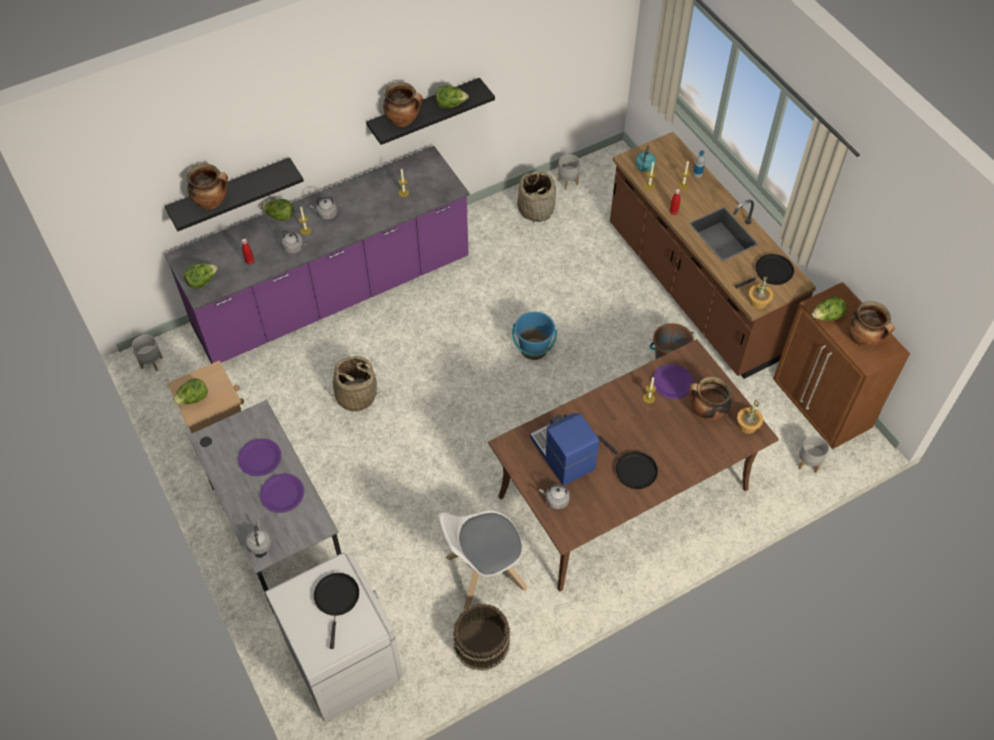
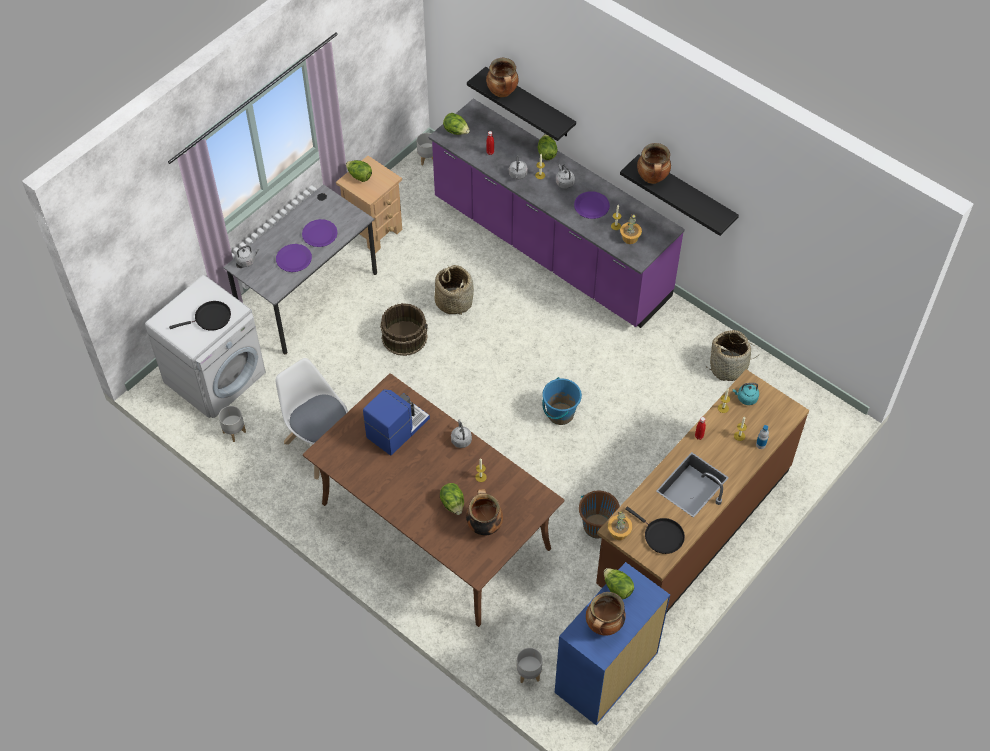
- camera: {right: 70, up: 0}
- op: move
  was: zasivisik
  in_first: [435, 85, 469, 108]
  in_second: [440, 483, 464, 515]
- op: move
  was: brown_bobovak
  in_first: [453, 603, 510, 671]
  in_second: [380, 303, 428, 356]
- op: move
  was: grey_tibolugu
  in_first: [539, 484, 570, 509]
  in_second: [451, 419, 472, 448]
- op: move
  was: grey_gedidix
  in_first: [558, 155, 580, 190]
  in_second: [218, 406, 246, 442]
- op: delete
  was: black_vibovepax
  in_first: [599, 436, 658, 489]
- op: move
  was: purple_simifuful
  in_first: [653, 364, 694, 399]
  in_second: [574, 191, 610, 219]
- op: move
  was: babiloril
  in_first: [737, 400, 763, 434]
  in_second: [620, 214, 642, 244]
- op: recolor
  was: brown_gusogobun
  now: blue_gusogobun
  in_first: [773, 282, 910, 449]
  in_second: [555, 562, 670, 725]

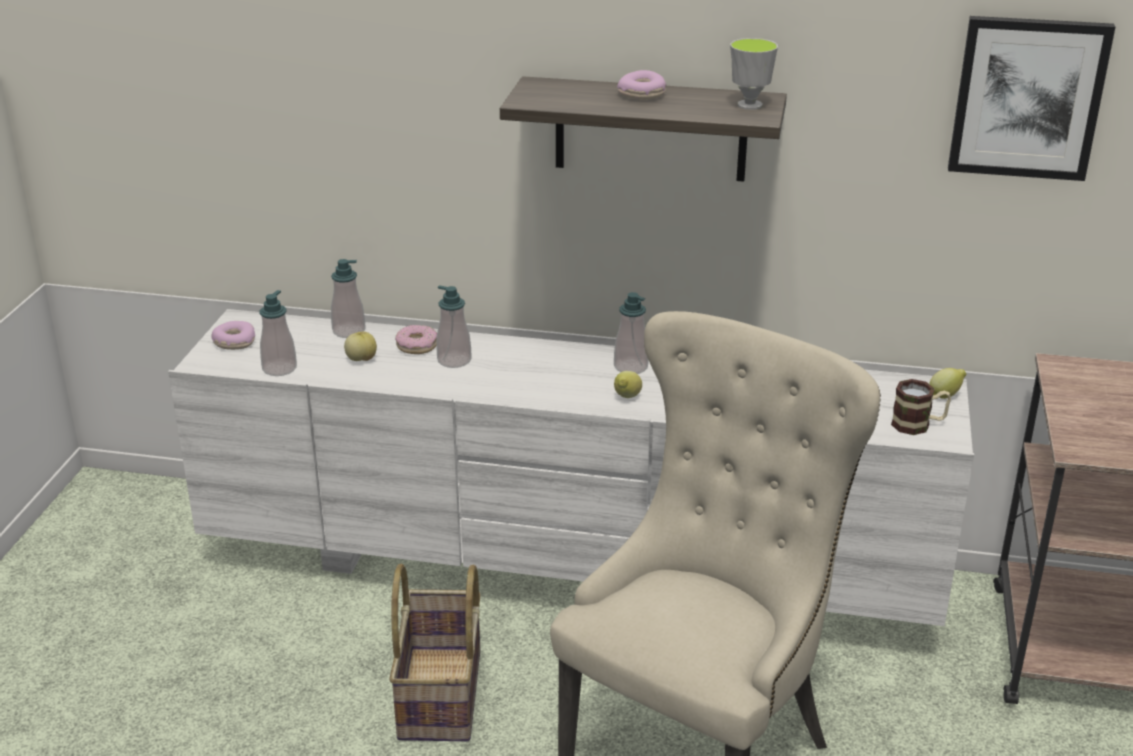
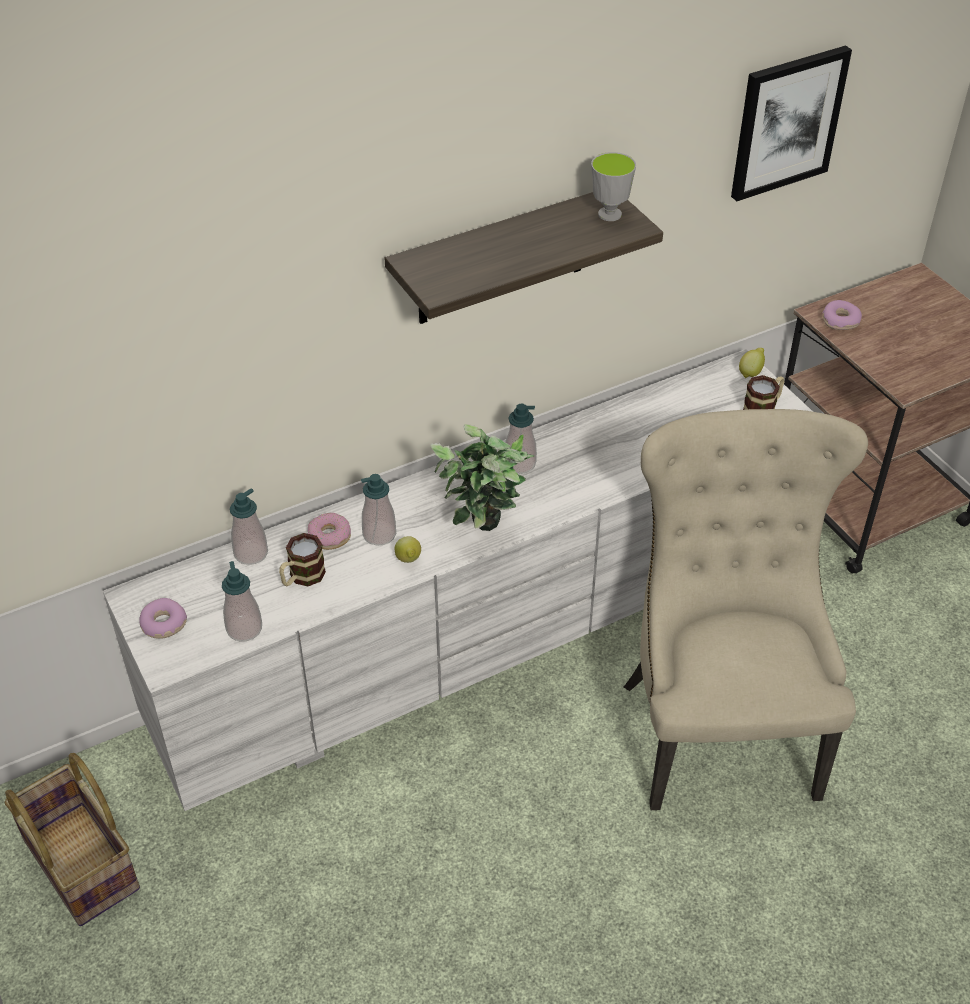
- camera: {right: -40, up: 15}
- op: replace
  was: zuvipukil
  now: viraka
  in_first: [344, 332, 377, 361]
  in_second: [279, 533, 326, 587]
- op: move
  was: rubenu
  in_first: [389, 564, 481, 741]
  in_second: [5, 753, 140, 926]
- op: move
  was: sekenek
  in_first: [614, 371, 642, 398]
  in_second: [394, 536, 421, 563]
- op: move
  was: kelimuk
  in_first: [617, 70, 666, 100]
  in_second: [822, 300, 862, 330]
- op: insert
  now: babiloril
  in_second: [430, 424, 535, 531]

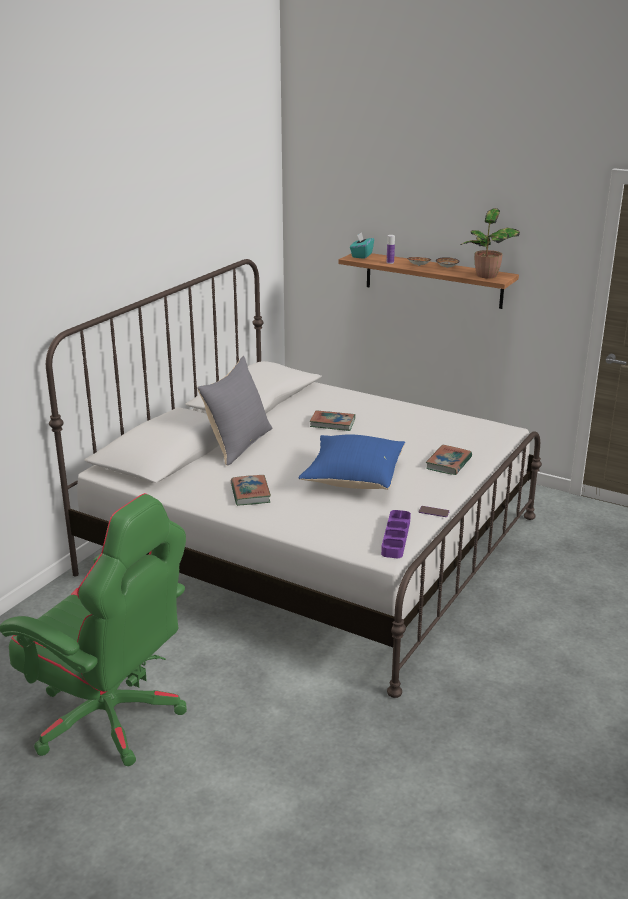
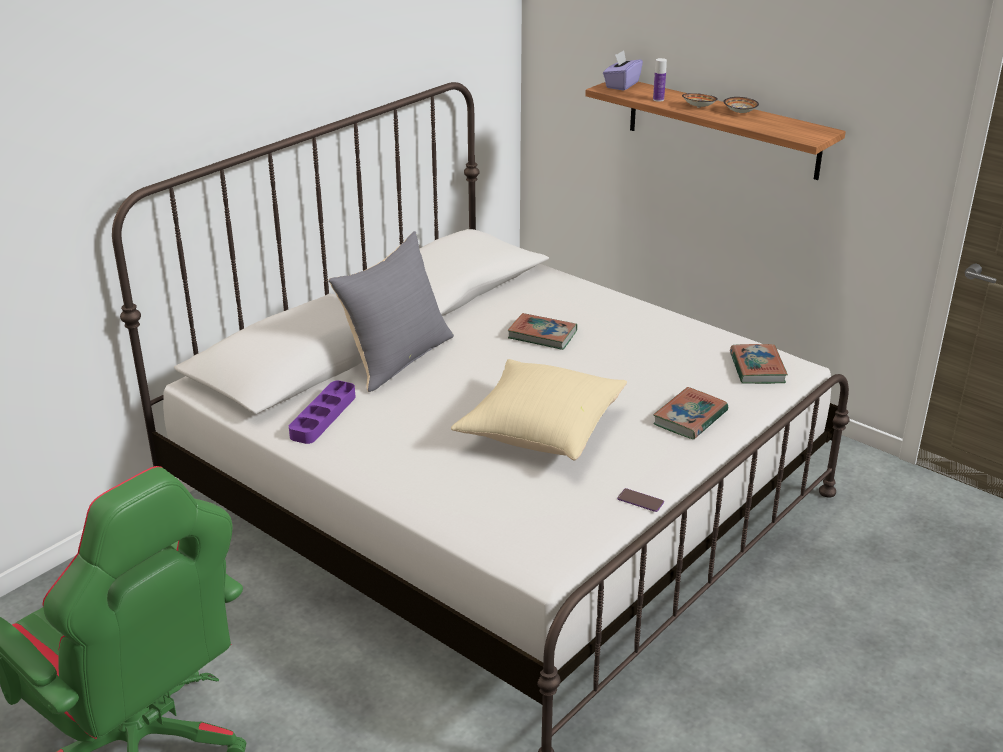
- camera: {right: 10, up: 5}
- op: move
  was: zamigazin
  in_first: [231, 475, 271, 506]
  in_second: [730, 344, 788, 384]
- op: recolor
  was: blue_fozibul
  now: beige_fozibul
  in_first: [299, 434, 405, 490]
  in_second: [451, 359, 627, 460]
- op: recolor
  was: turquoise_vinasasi
  now: purple_vinasasi
  in_first: [350, 232, 374, 259]
  in_second: [603, 50, 643, 91]
- op: move
  was: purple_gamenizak
  in_first: [381, 510, 411, 558]
  in_second: [289, 380, 356, 444]
- op: delete
  was: babiloril
  in_first: [460, 208, 520, 278]

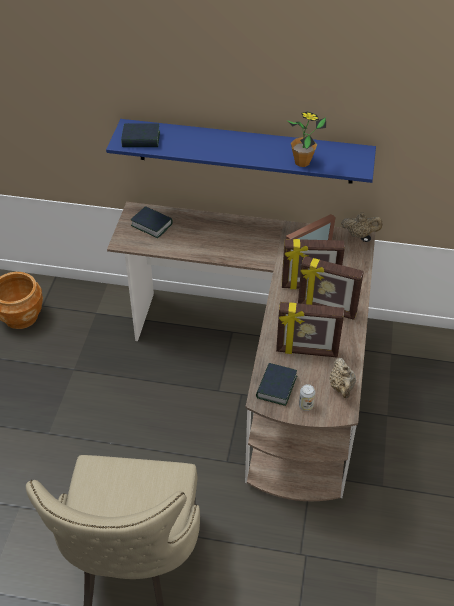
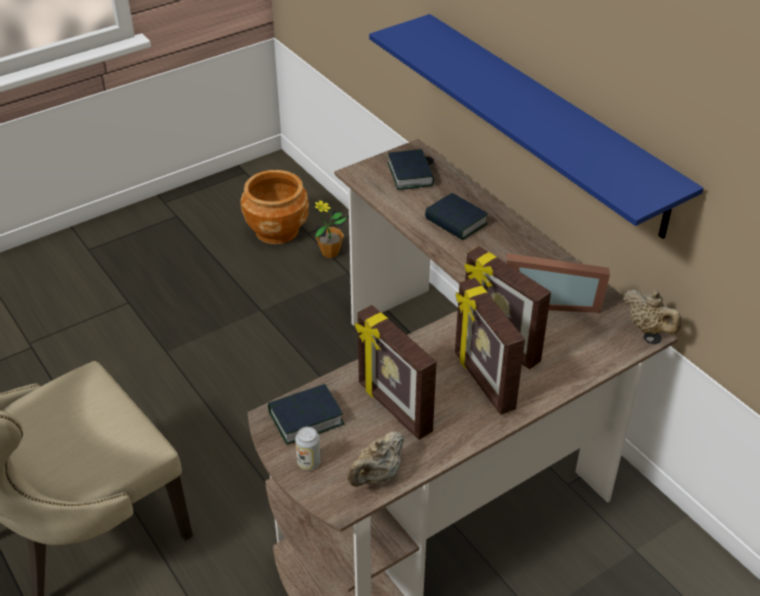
- camera: {right: 45, up: -5}
- op: move
  was: zamigazin
  in_first: [121, 123, 160, 147]
  in_second: [425, 193, 488, 240]
- op: move
  was: babiloril
  in_first: [286, 112, 326, 167]
  in_second: [313, 200, 347, 258]

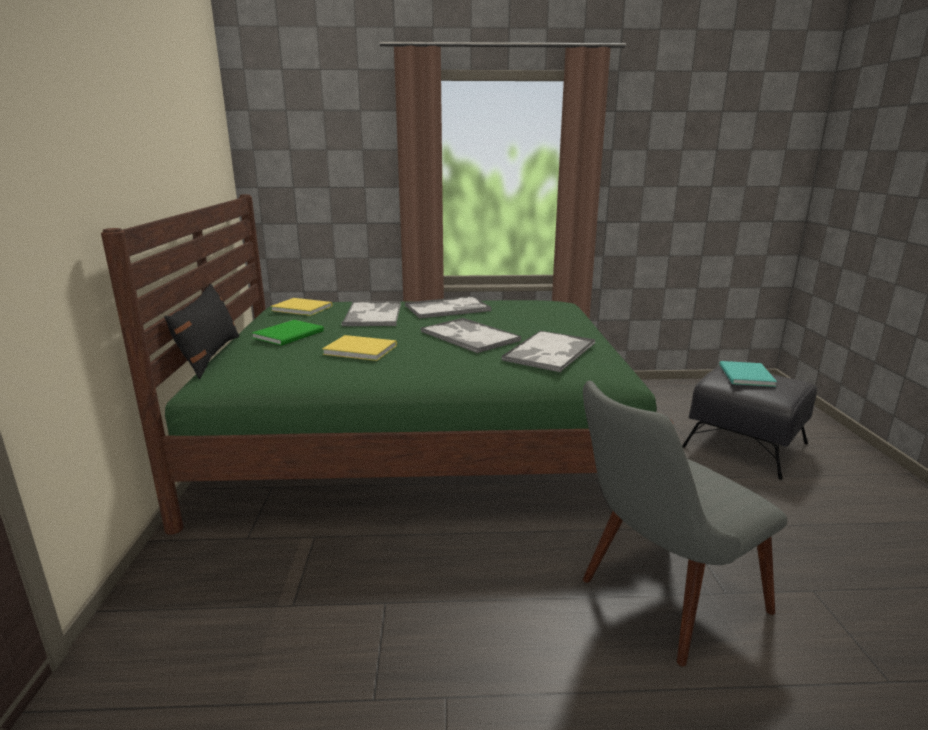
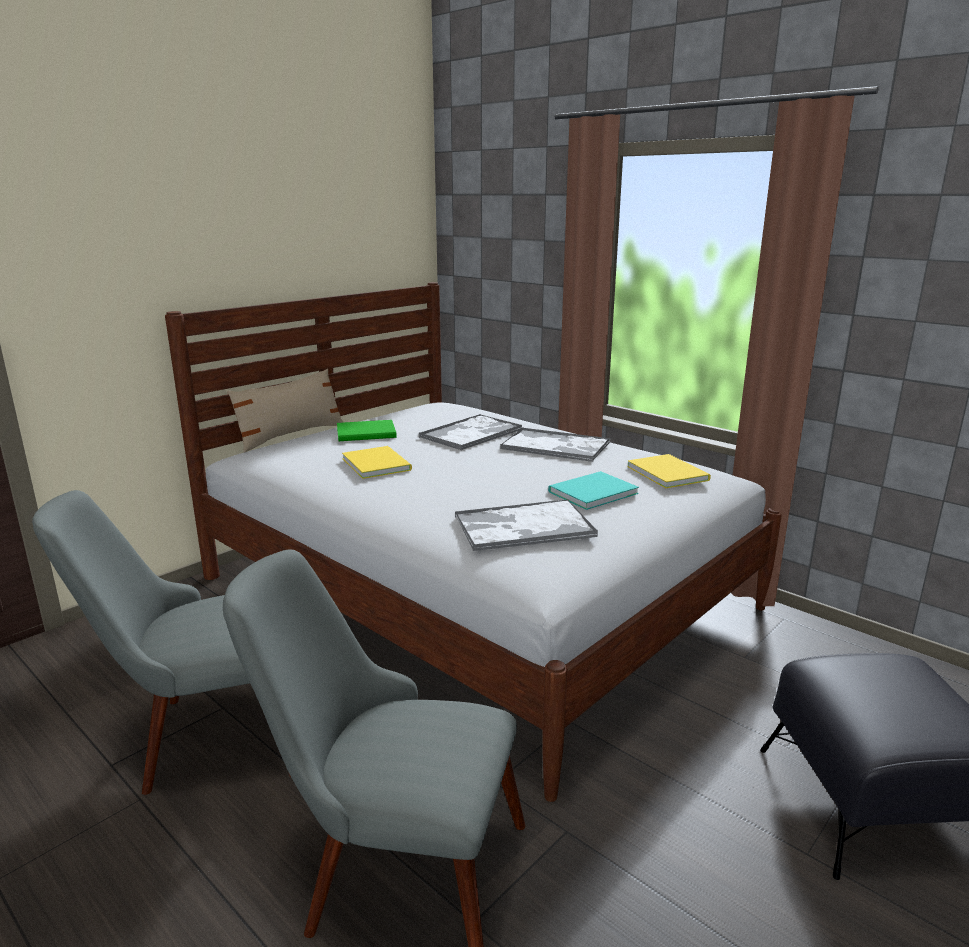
- camera: {right: 45, up: 0}
- op: recolor
  was: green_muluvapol
  now: white_muluvapol
  in_first: [101, 194, 674, 535]
  in_second: [165, 282, 782, 802]
- op: recolor
  was: black_fozibul
  now: beige_fozibul
  in_first: [164, 284, 240, 379]
  in_second: [227, 369, 343, 453]
- op: move
  was: yellow_zamigazin
  in_first: [271, 298, 332, 316]
  in_second: [627, 454, 711, 488]
- op: delete
  was: gamenizak
  in_first: [421, 318, 521, 353]
- op: move
  was: turquoise_zamigazin
  in_first: [719, 361, 777, 387]
  in_second: [548, 471, 639, 510]
- op: insert
  now: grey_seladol
  in_second: [32, 490, 291, 795]

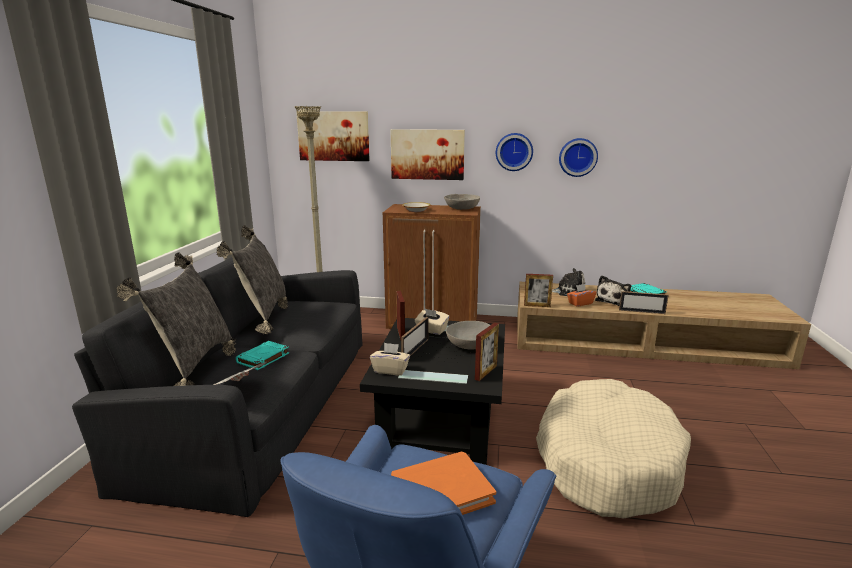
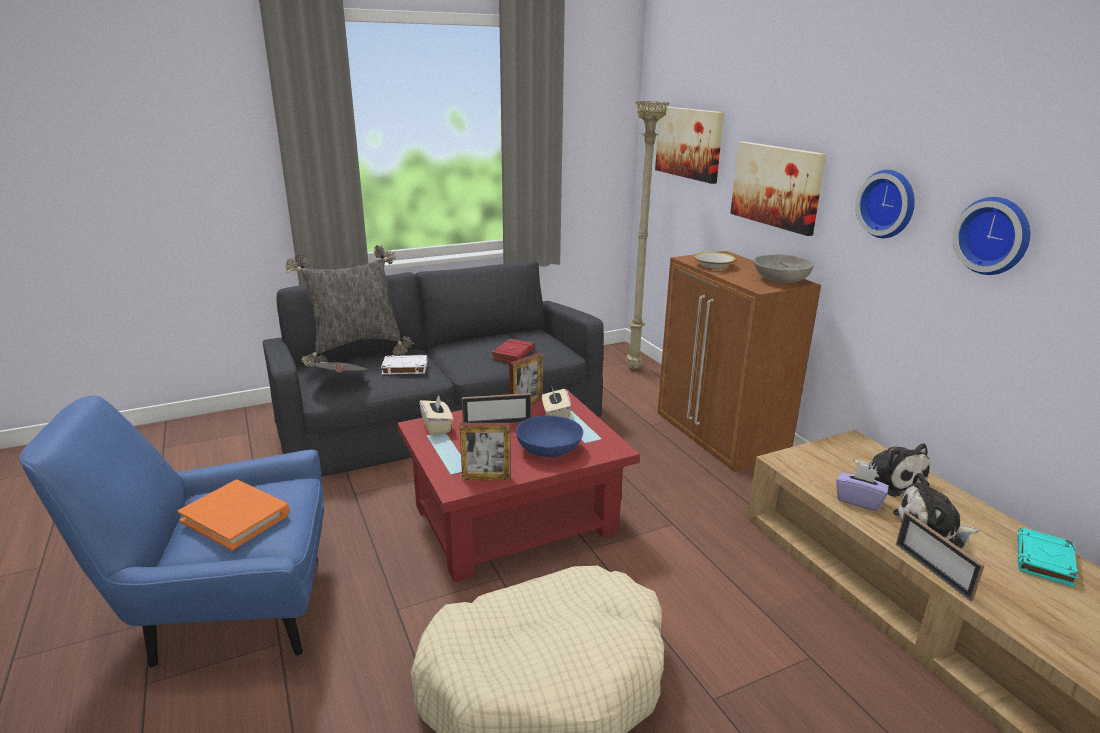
- camera: {right: 55, up: 5}
- op: delete
  was: fozibul
  in_first: [217, 225, 288, 335]
- op: recolor
  was: turquoise_zamigazin
  now: white_zamigazin
  in_first: [236, 341, 289, 370]
  in_second: [381, 355, 427, 375]
- op: recolor
  was: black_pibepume
  now: red_pibepume
  in_first: [360, 318, 505, 465]
  in_second: [397, 389, 640, 582]
- op: recolor
  was: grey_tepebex
  now: blue_tepebex
  in_first: [446, 321, 490, 349]
  in_second: [516, 415, 583, 457]
- op: delete
  was: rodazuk
  in_first: [524, 274, 553, 307]
- op: recolor
  was: orange_vinasasi
  now: purple_vinasasi
  in_first: [567, 284, 596, 307]
  in_second: [836, 465, 889, 511]
- op: insert
  now: red_zamigazin
  in_second: [491, 339, 535, 362]

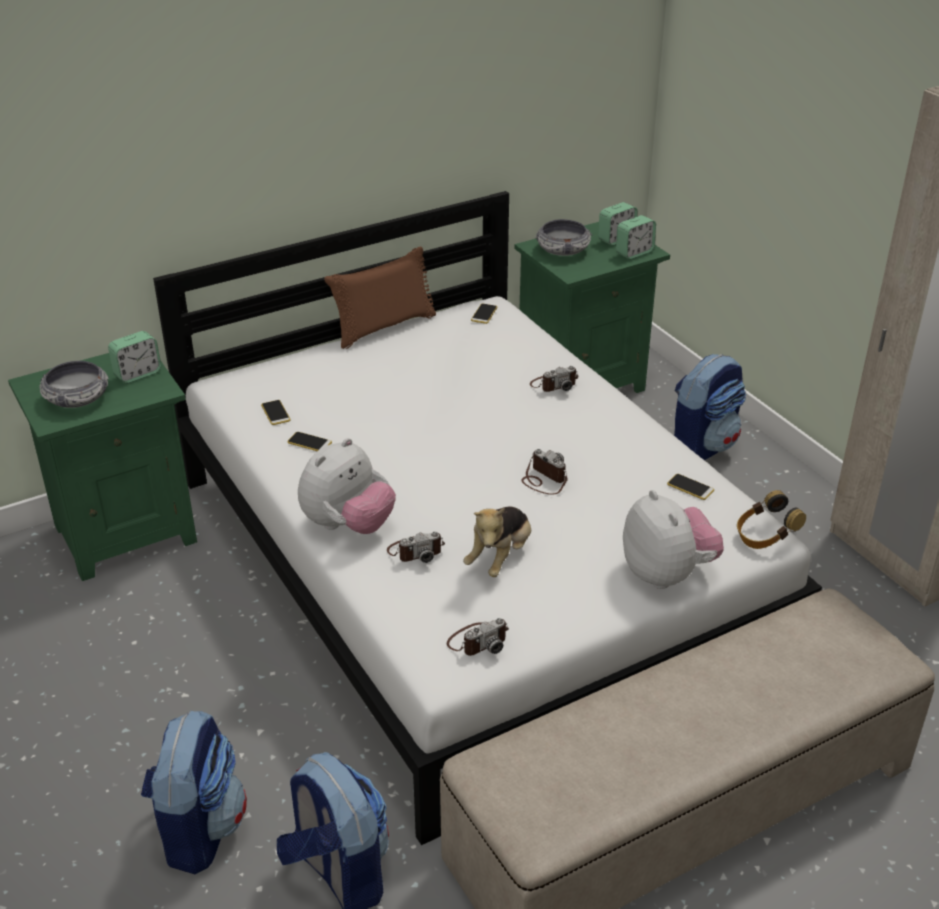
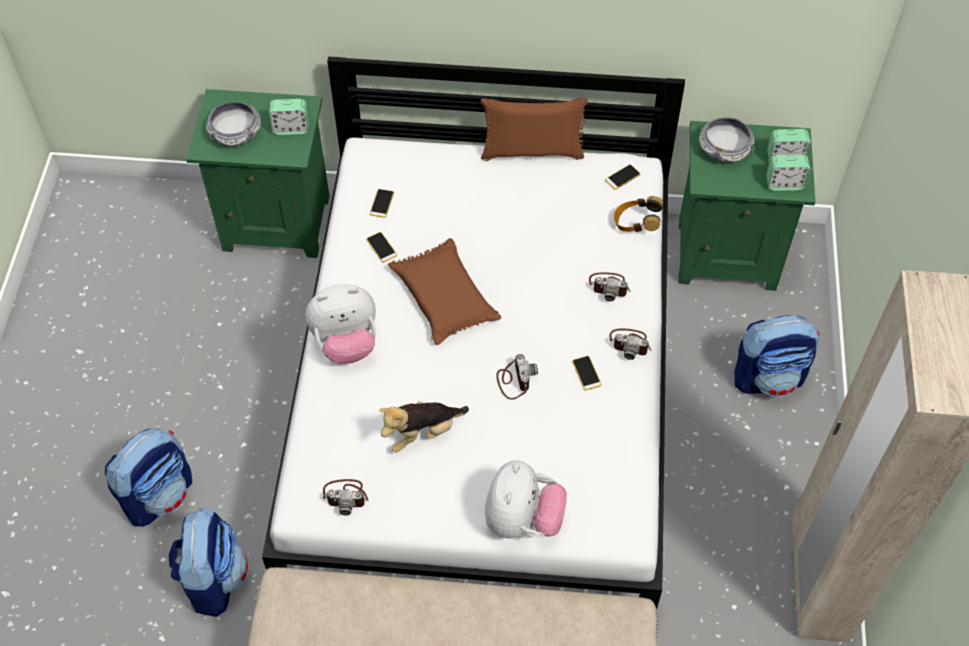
- camera: {right: 35, up: 20}
- op: move
  was: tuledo
  in_first: [387, 531, 445, 563]
  in_second: [610, 328, 651, 360]
- op: move
  was: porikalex
  in_first: [667, 474, 714, 500]
  in_second: [572, 356, 601, 390]
- op: move
  was: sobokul
  in_first: [737, 490, 806, 549]
  in_second: [614, 196, 663, 232]
- op: insert
  now: brown_fozibul
  in_second: [388, 238, 501, 345]

